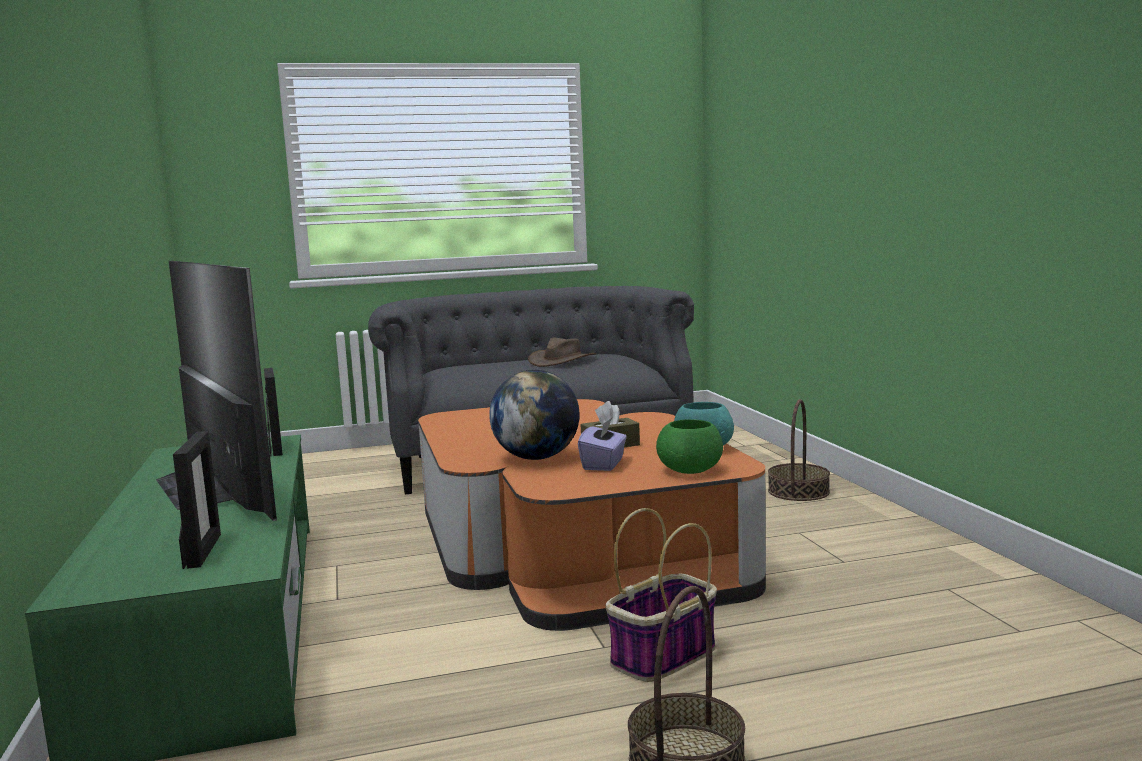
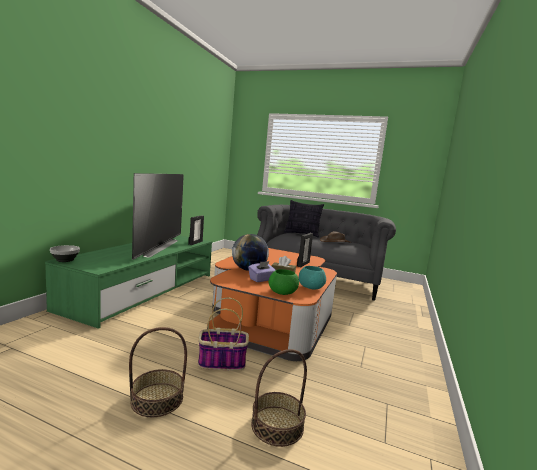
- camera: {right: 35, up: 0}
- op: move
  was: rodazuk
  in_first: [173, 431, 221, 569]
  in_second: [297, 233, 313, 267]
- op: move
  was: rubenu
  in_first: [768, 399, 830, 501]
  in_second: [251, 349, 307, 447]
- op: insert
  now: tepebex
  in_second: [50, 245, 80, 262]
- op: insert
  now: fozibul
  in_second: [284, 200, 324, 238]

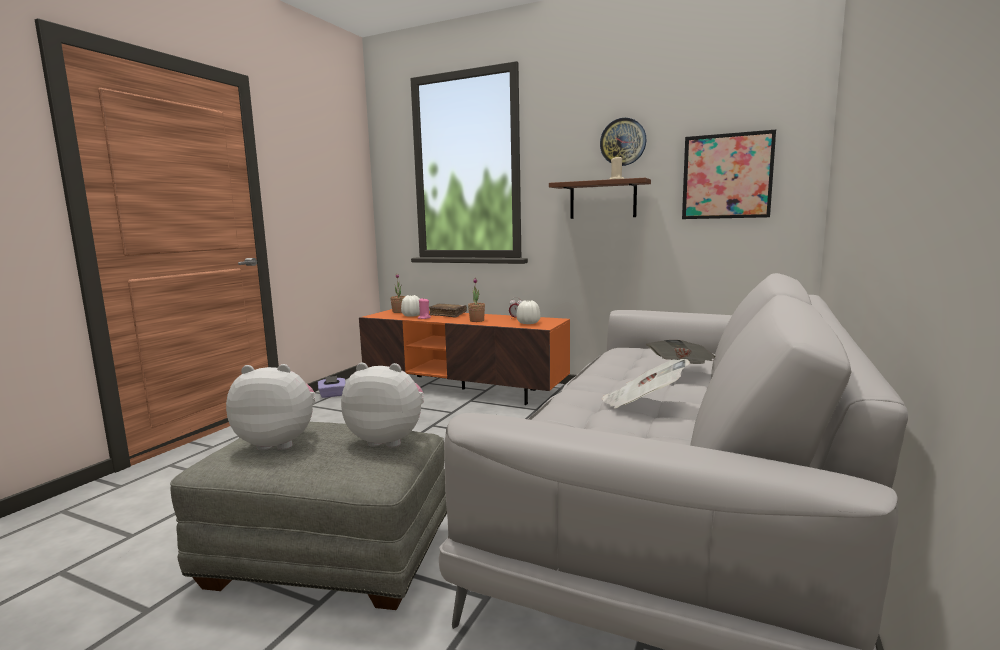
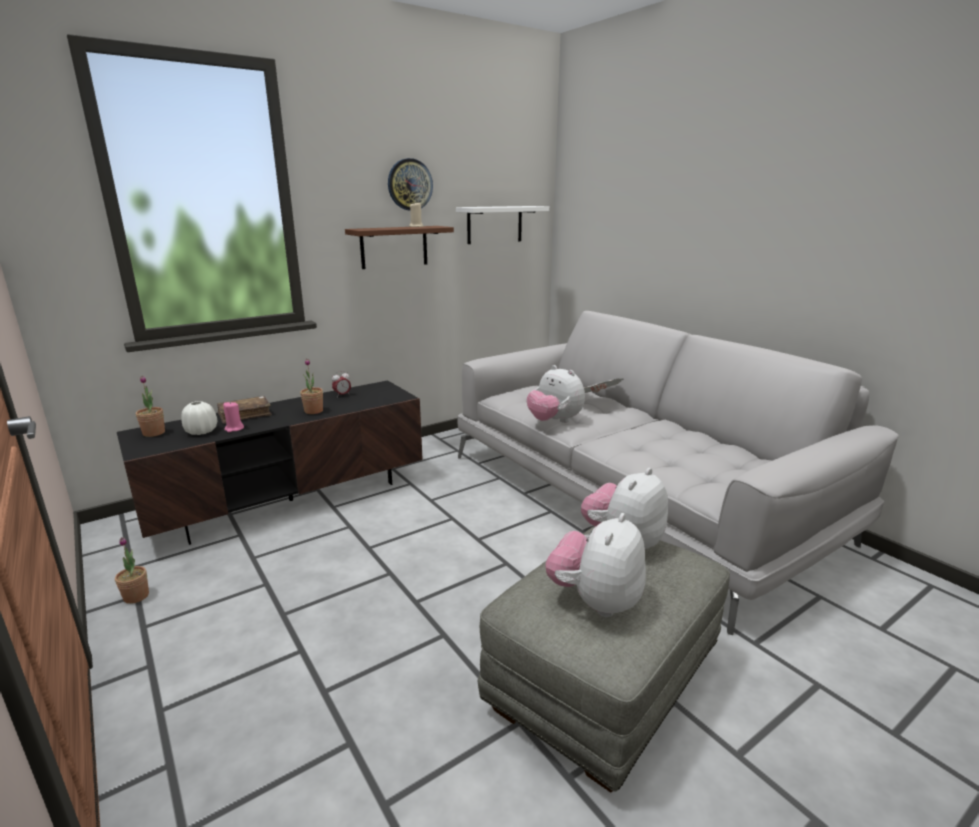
- camera: {right: -60, up: 10}
- op: replace
  was: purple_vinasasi
  now: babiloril
  in_first: [318, 376, 346, 398]
  in_second: [115, 537, 149, 604]
- op: recolor
  was: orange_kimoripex
  now: black_kimoripex
  in_first: [359, 309, 570, 405]
  in_second: [117, 380, 423, 545]
- op: delete
  was: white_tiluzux
  in_first: [516, 300, 540, 324]
- op: delete
  was: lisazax
  in_first: [602, 359, 690, 409]
- op: replace
  was: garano
  now: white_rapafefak
  in_first: [682, 130, 776, 219]
  in_second: [456, 206, 549, 244]
- op: insert
  now: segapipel
  in_second: [527, 365, 585, 423]

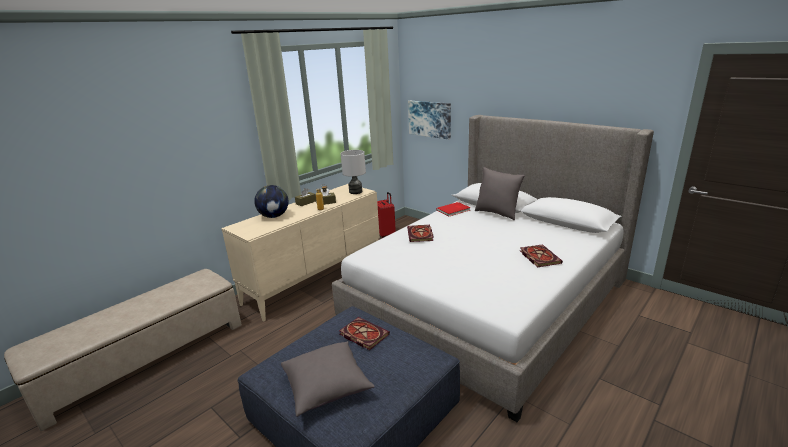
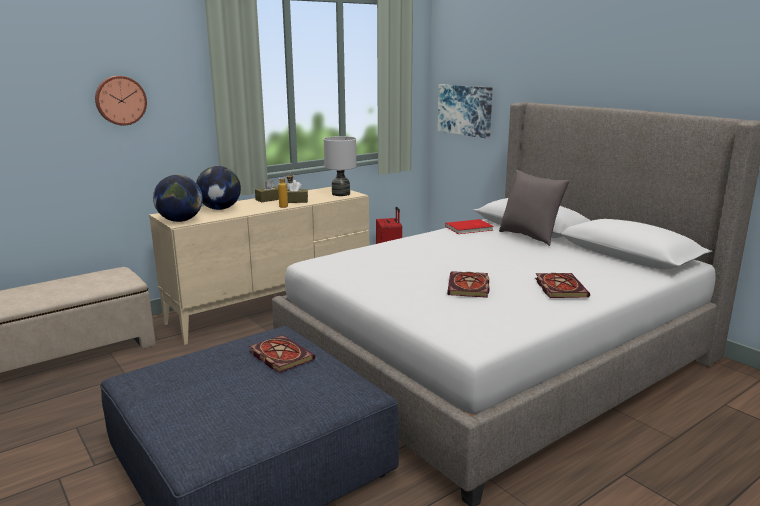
- camera: {right: 10, up: -5}
- op: delete
  was: grey_fozibul
  in_first: [281, 341, 375, 417]
- op: move
  was: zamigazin
  in_first: [407, 225, 434, 242]
  in_second: [447, 271, 489, 298]
- op: insert
  now: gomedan
  in_second: [95, 76, 147, 126]
- op: insert
  now: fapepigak
  in_second: [153, 175, 203, 222]

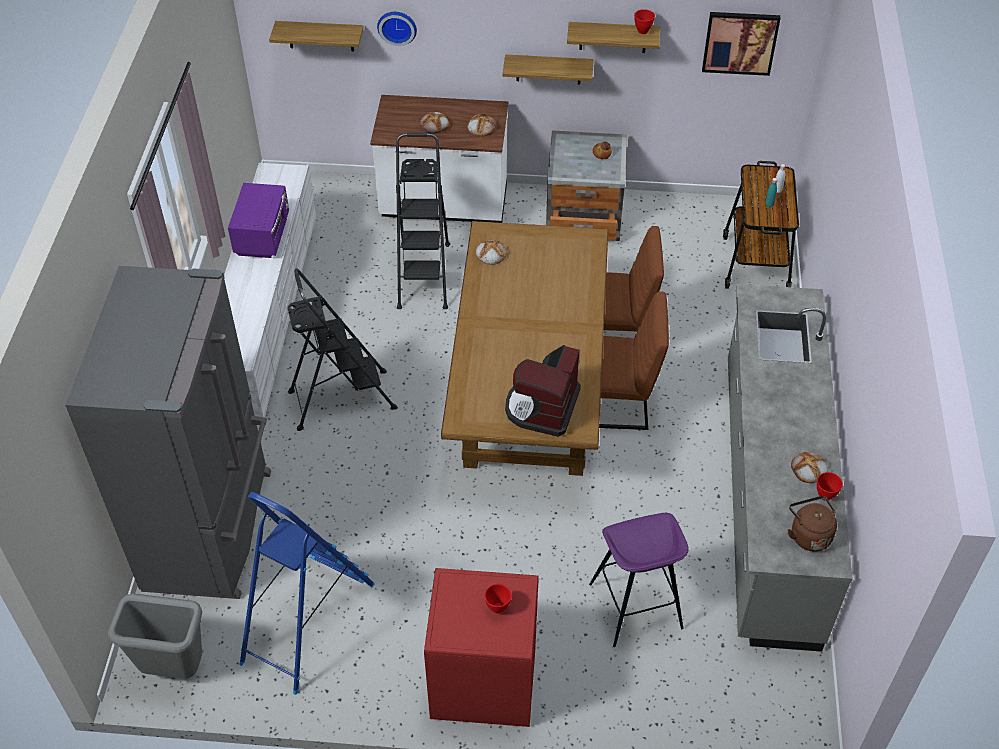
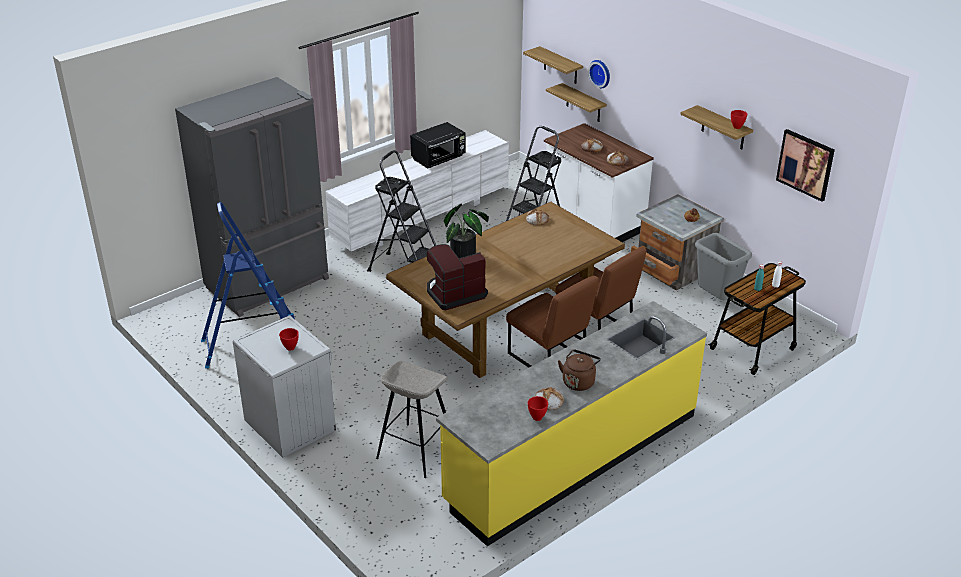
- camera: {right: 45, up: -15}
- op: move
  was: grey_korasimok
  in_first: [108, 593, 202, 679]
  in_second: [695, 233, 752, 300]
- op: recolor
  was: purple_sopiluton
  now: black_sopiluton
  in_first: [228, 183, 289, 258]
  in_second: [410, 122, 466, 168]
- op: recolor
  was: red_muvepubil
  now: white_muvepubil
  in_first: [424, 568, 539, 727]
  in_second: [233, 315, 336, 458]
- op: move
  was: rapafefak
  in_first: [503, 55, 594, 85]
  in_second: [546, 83, 607, 122]
- op: recolor
  was: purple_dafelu
  now: grey_dafelu
  in_first: [589, 513, 689, 647]
  in_second: [376, 361, 448, 478]
- op: recolor
  was: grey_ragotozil
  now: yellow_ragotozil
  in_first: [728, 284, 853, 652]
  in_second: [436, 301, 707, 546]
- op: move
  was: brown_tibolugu
  in_first: [788, 496, 837, 551]
  in_second: [558, 350, 601, 391]
- op: insert
  now: babiloril
  in_second: [444, 203, 489, 258]

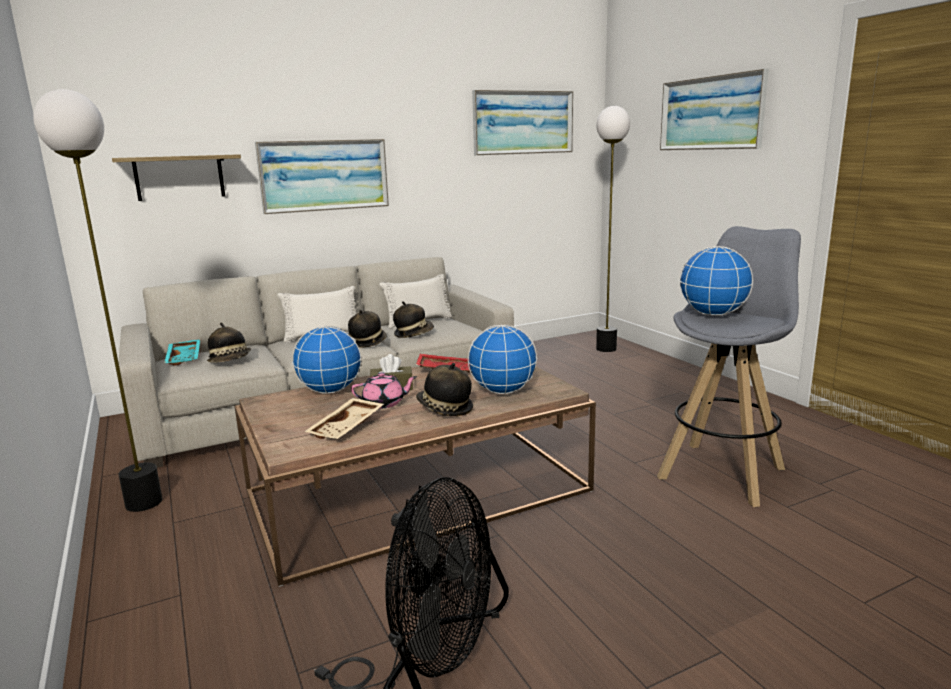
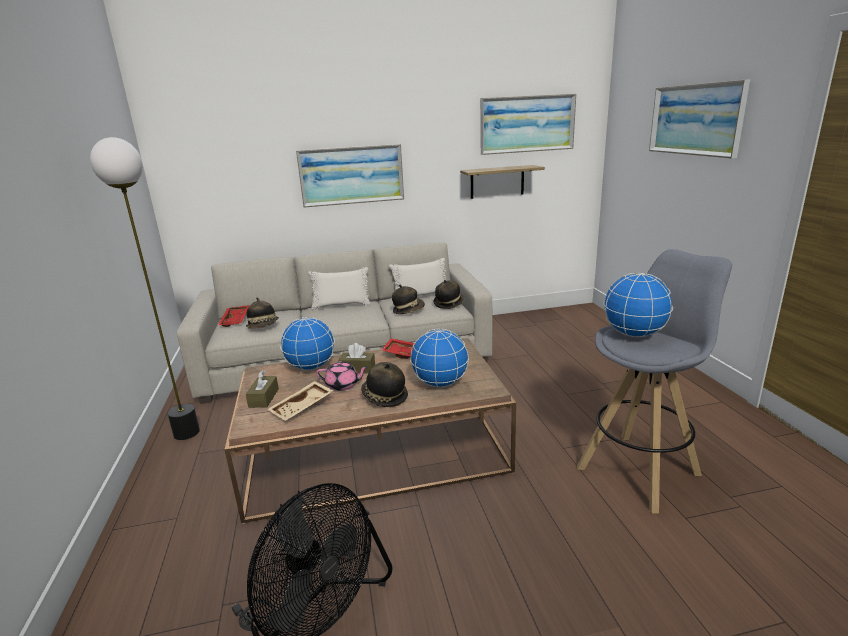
- camera: {right: 15, up: 5}
- op: move
  was: rapafefak
  in_first: [112, 154, 241, 201]
  in_second: [460, 165, 545, 199]
- op: recolor
  was: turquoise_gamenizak
  now: red_gamenizak
  in_first: [164, 339, 201, 366]
  in_second: [218, 305, 250, 327]
- op: move
  was: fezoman
  in_first: [348, 310, 387, 348]
  in_second: [434, 280, 464, 309]
- op: delete
  was: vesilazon
  in_first: [596, 106, 630, 352]
- op: insert
  now: brown_vinasasi
  in_second: [246, 370, 279, 408]

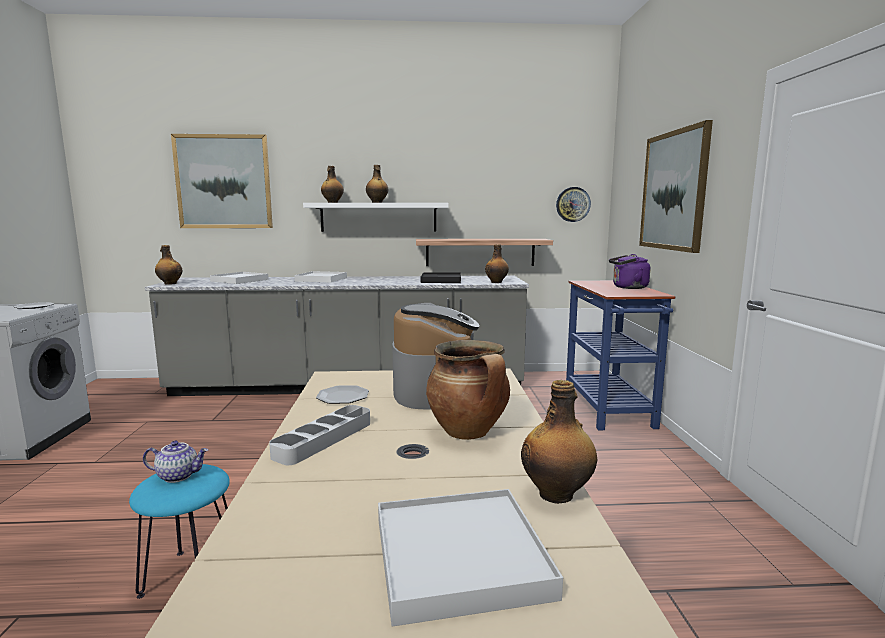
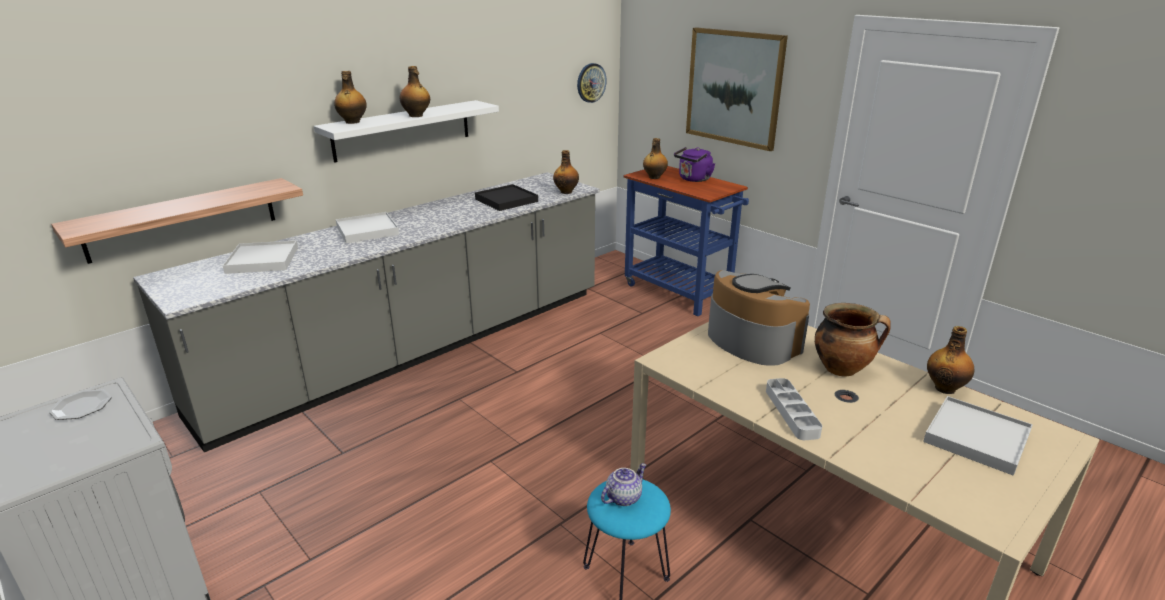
- camera: {right: -40, up: 15}
- op: move
  was: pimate
  in_first: [155, 245, 182, 285]
  in_second: [643, 138, 668, 179]
- op: delete
  was: garano
  in_first: [171, 134, 273, 228]
- op: delete
  was: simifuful
  in_first: [316, 385, 369, 404]
- op: move
  was: rapafefak
  in_first: [416, 239, 553, 266]
  in_second: [51, 178, 303, 264]

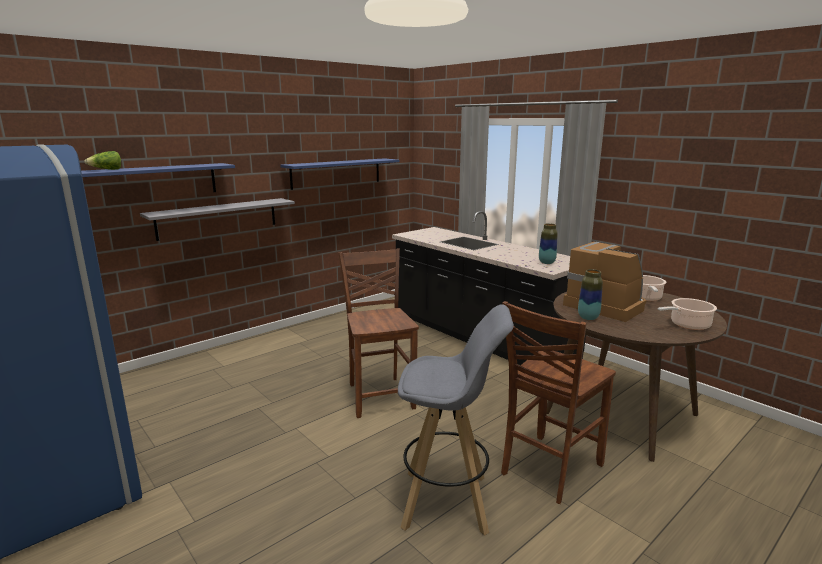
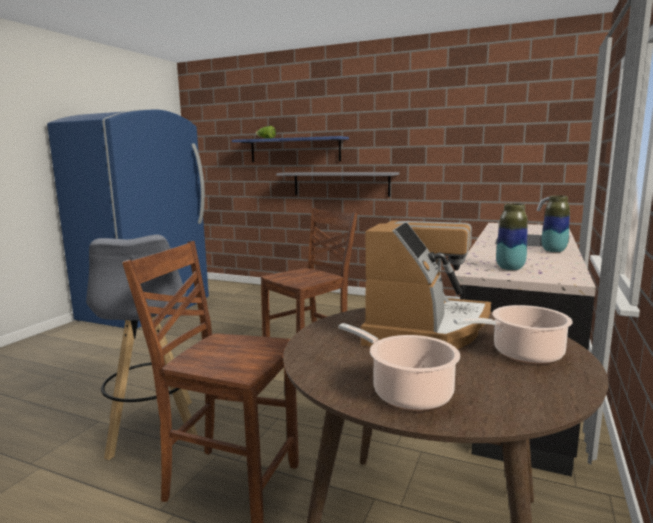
- camera: {right: 65, up: -5}
- op: delete
  was: blue_rapafefak
  in_first: [280, 158, 399, 190]
- op: move
  was: tiluzux
  in_first: [578, 269, 603, 320]
  in_second: [541, 195, 570, 252]

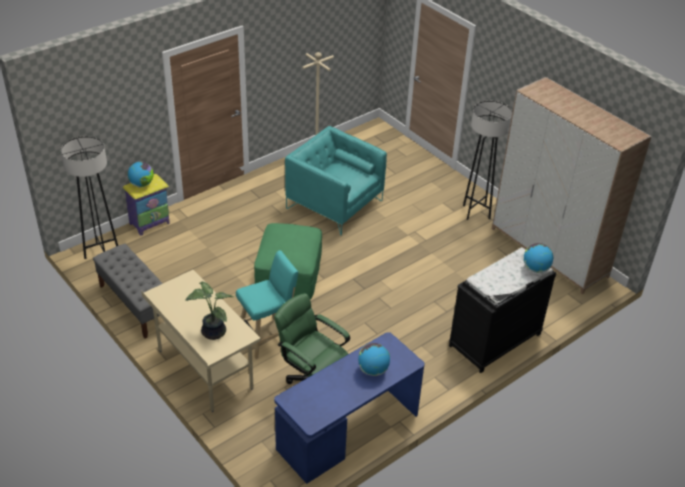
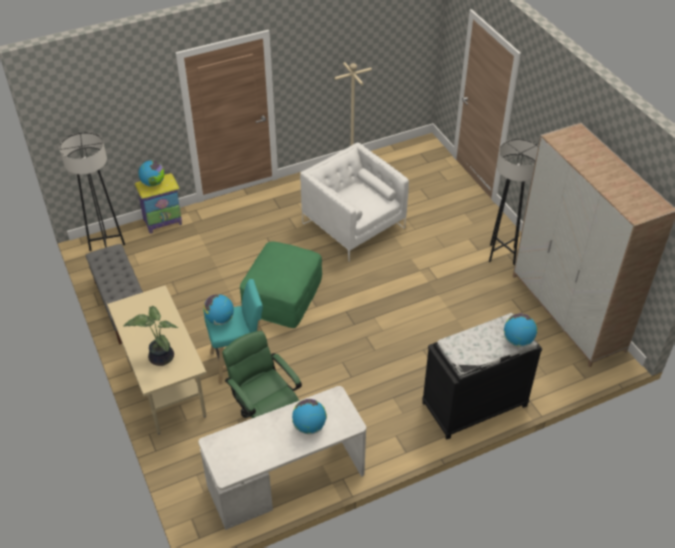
- camera: {right: 15, up: 5}
- op: recolor
  was: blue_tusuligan
  now: white_tusuligan
  in_first: [274, 332, 424, 484]
  in_second: [198, 386, 366, 530]
- op: recolor
  was: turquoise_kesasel
  now: white_kesasel
  in_first: [285, 126, 387, 236]
  in_second: [300, 142, 409, 262]
- op: insert
  now: fapepigak
  in_second: [203, 294, 234, 325]

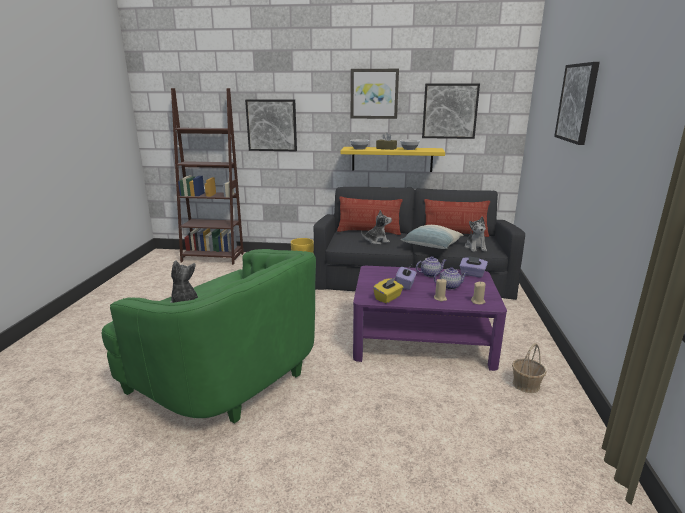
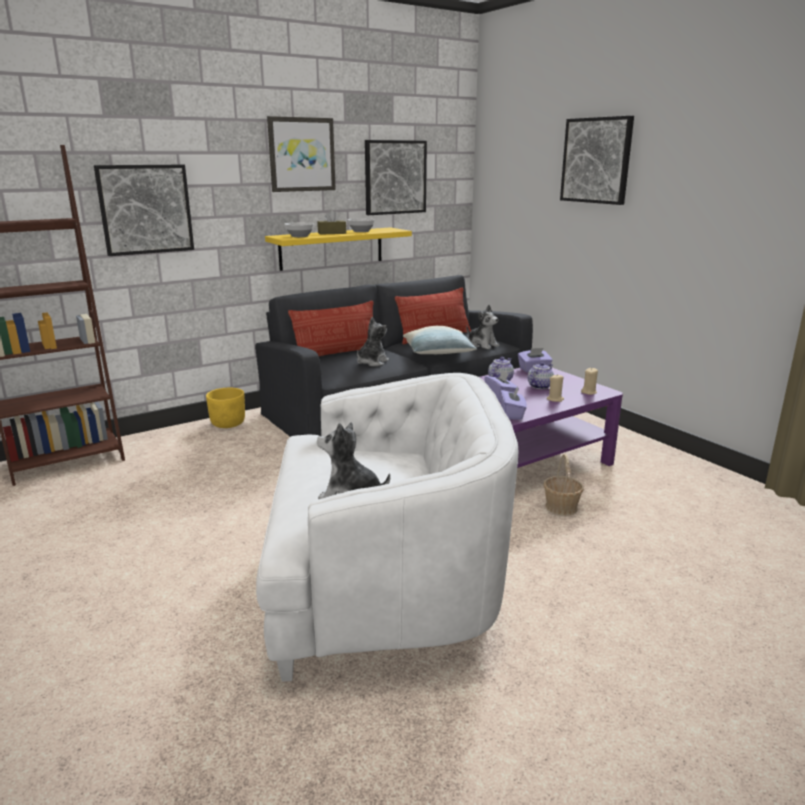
- camera: {right: -40, up: 0}
- op: recolor
  was: green_kesasel
  now: white_kesasel
  in_first: [102, 249, 316, 424]
  in_second: [256, 373, 518, 682]
- op: recolor
  was: yellow_vinasasi
  now: purple_vinasasi
  in_first: [373, 278, 403, 303]
  in_second: [500, 387, 527, 420]
- op: move
  was: rubenu
  in_first: [512, 343, 547, 393]
  in_second: [544, 454, 584, 516]

